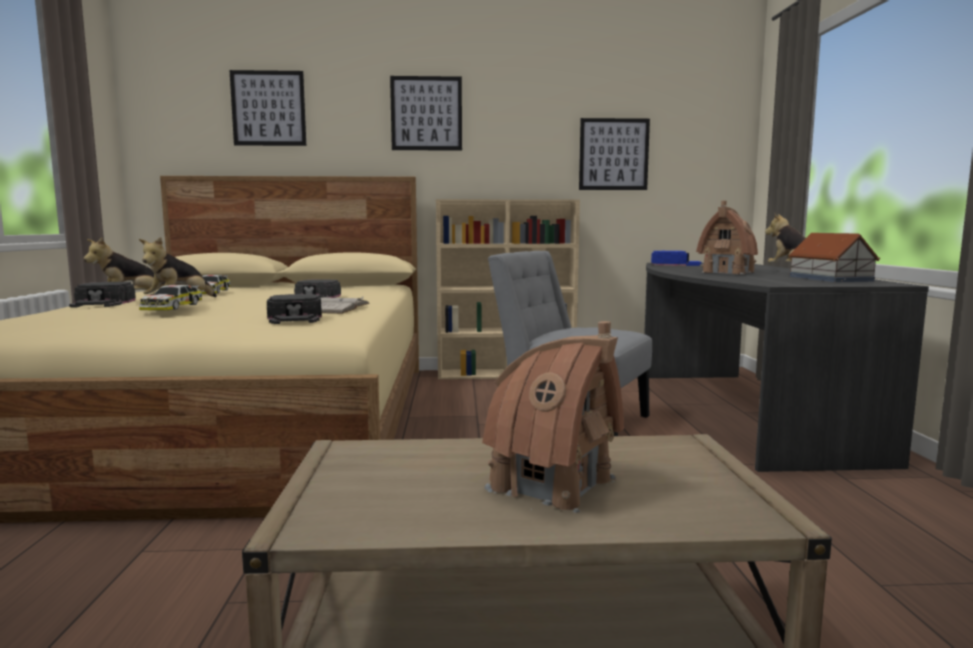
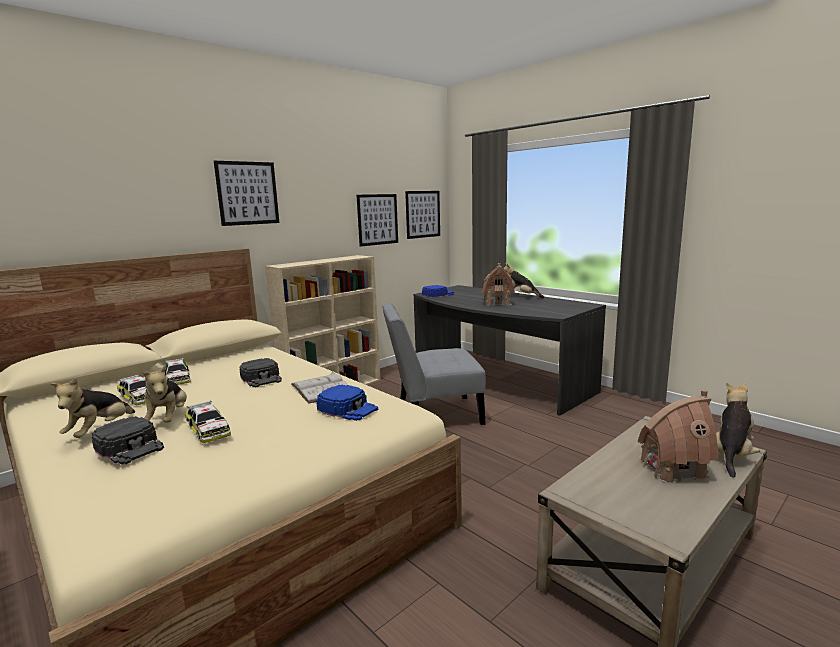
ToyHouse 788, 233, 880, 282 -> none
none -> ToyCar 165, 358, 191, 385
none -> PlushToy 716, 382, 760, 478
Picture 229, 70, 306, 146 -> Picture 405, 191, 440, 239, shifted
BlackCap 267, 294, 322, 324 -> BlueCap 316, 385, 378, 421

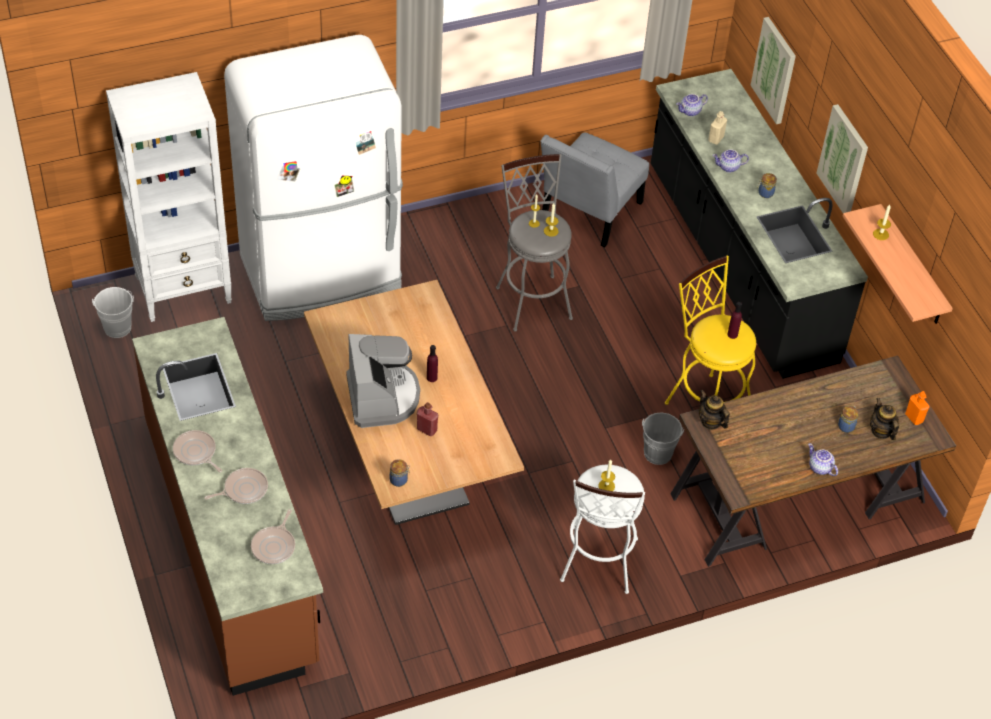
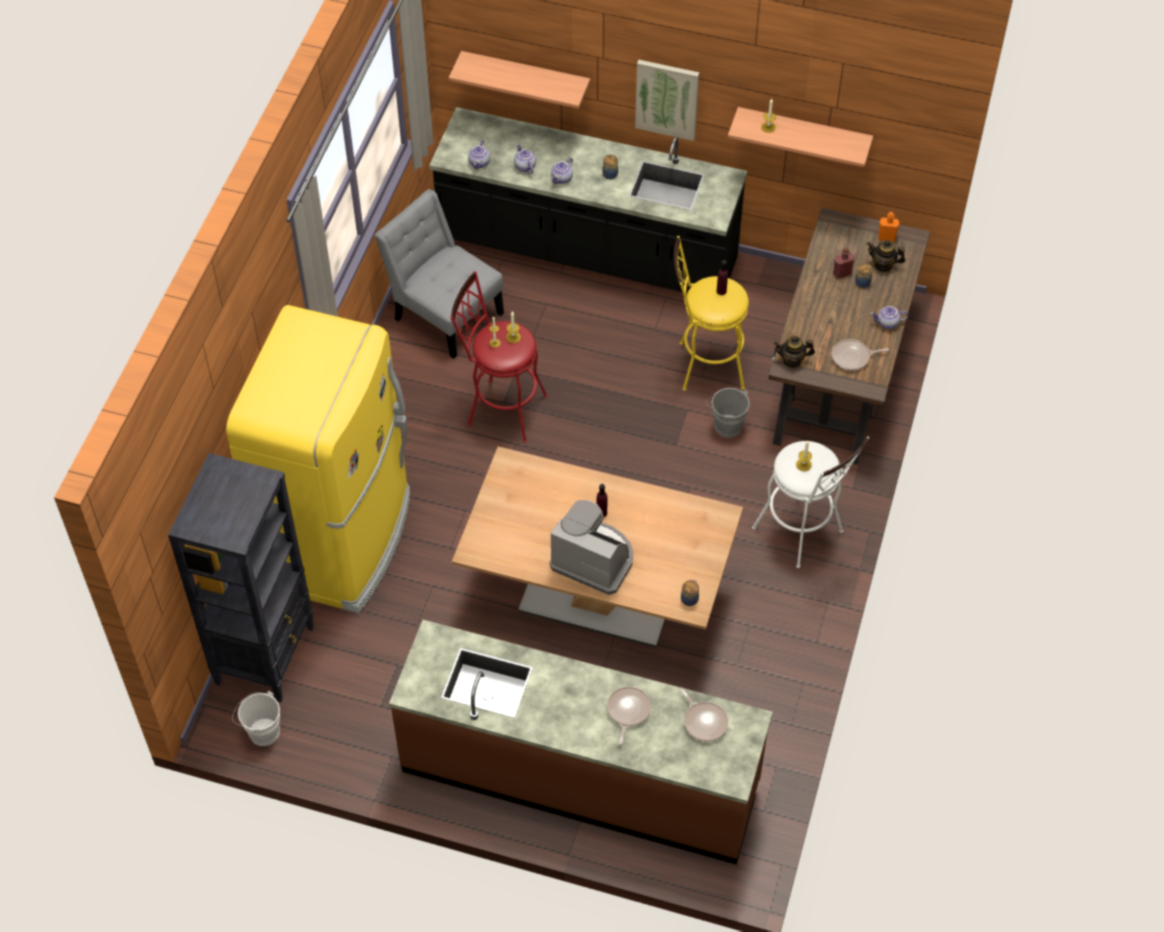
FryingPan 173, 430, 222, 472 -> FryingPan 832, 339, 889, 370, shifted
RedBottle 417, 402, 438, 436 -> RedBottle 833, 248, 855, 279, shifted
BeigeBottle 708, 111, 727, 145 -> Teapot 514, 143, 536, 174
Picture 750, 17, 796, 124 -> Shelf 449, 51, 590, 109
WhiteBookcase 106, 72, 232, 322 -> BlackBookcase 168, 453, 314, 702
WhiteFridge 224, 35, 403, 321 -> YellowFridge 226, 305, 410, 613
GreyStool 496, 154, 573, 332 -> RedStool 450, 271, 548, 443
GreyChair 540, 132, 649, 248 -> GreyChair 375, 189, 504, 359, 150 degrees clockwise

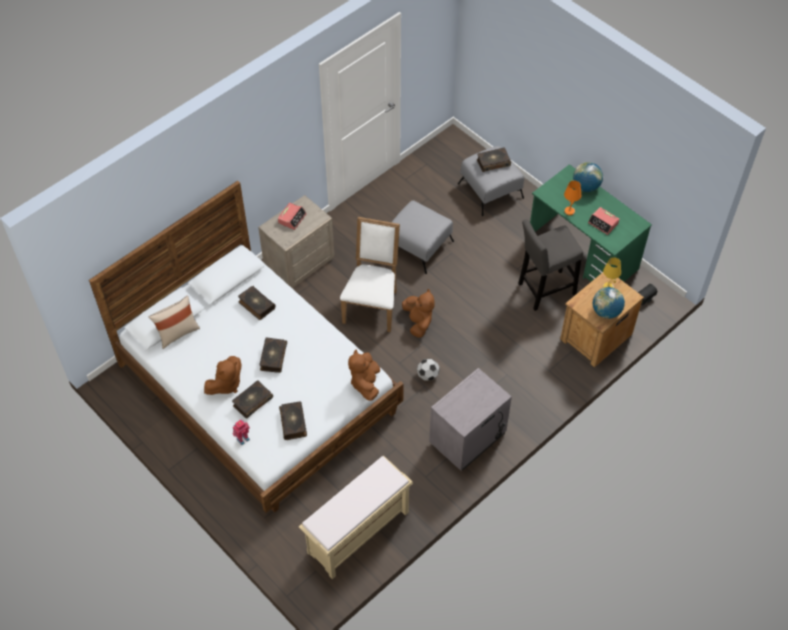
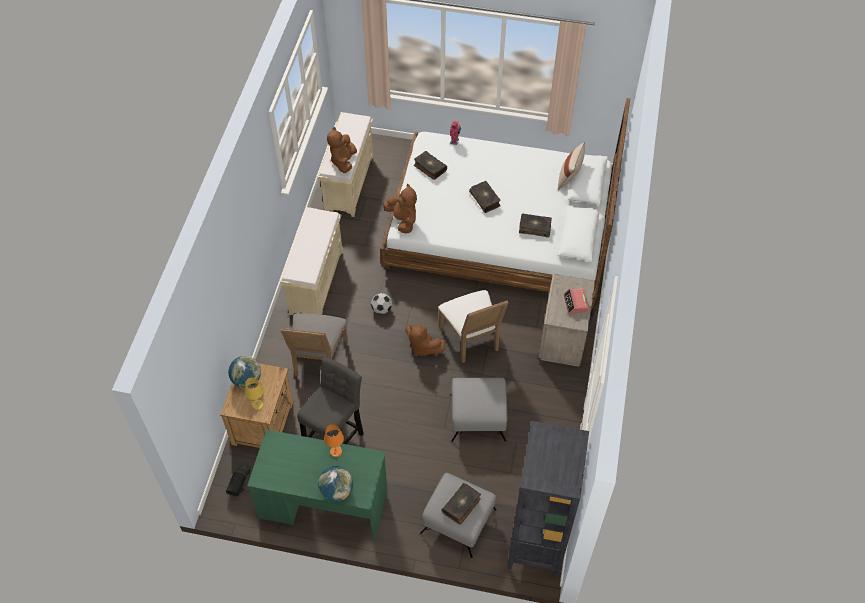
Book 232, 380, 273, 419 -> none
AlarmClock 588, 207, 619, 235 -> none
none -> GreyChair 280, 313, 348, 377
none -> BlackBookcase 508, 421, 589, 579
BrownPlushToy 204, 356, 242, 395 -> BrownPlushToy 327, 127, 357, 173, shifted
GreyNightstand 429, 368, 512, 471 -> BeigeBench 280, 207, 343, 315

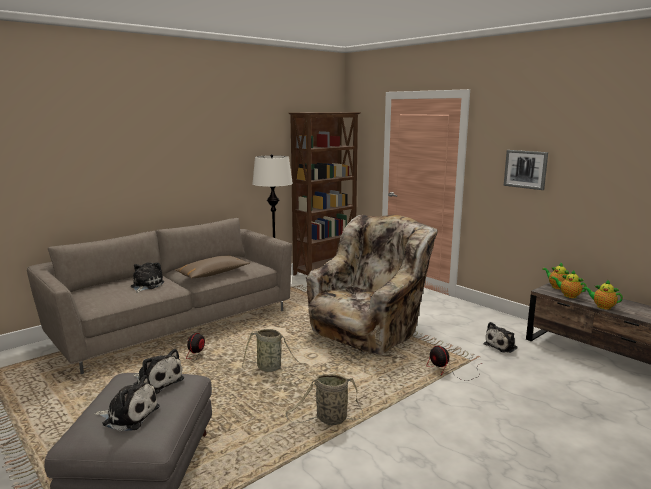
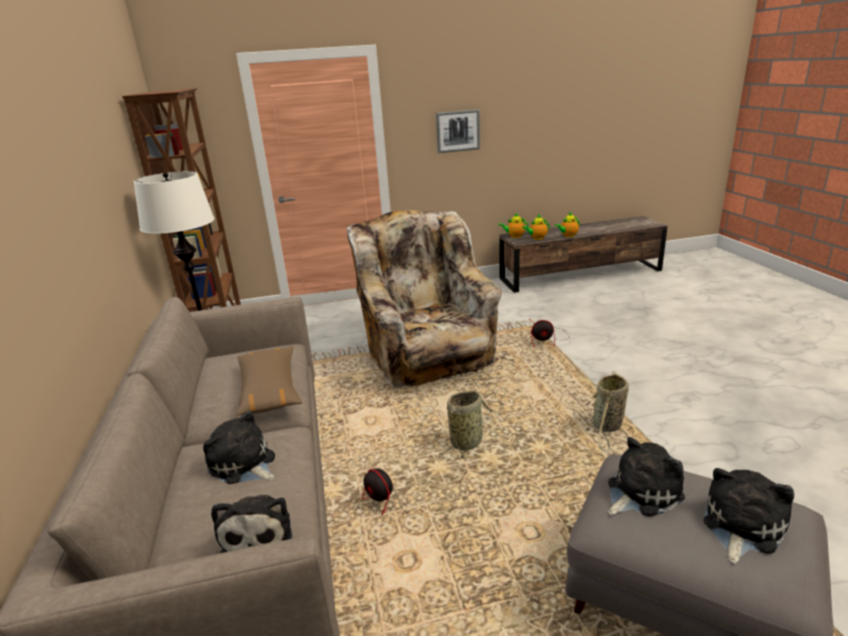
PlushToy 484, 322, 518, 353 -> PlushToy 211, 495, 292, 553, shifted

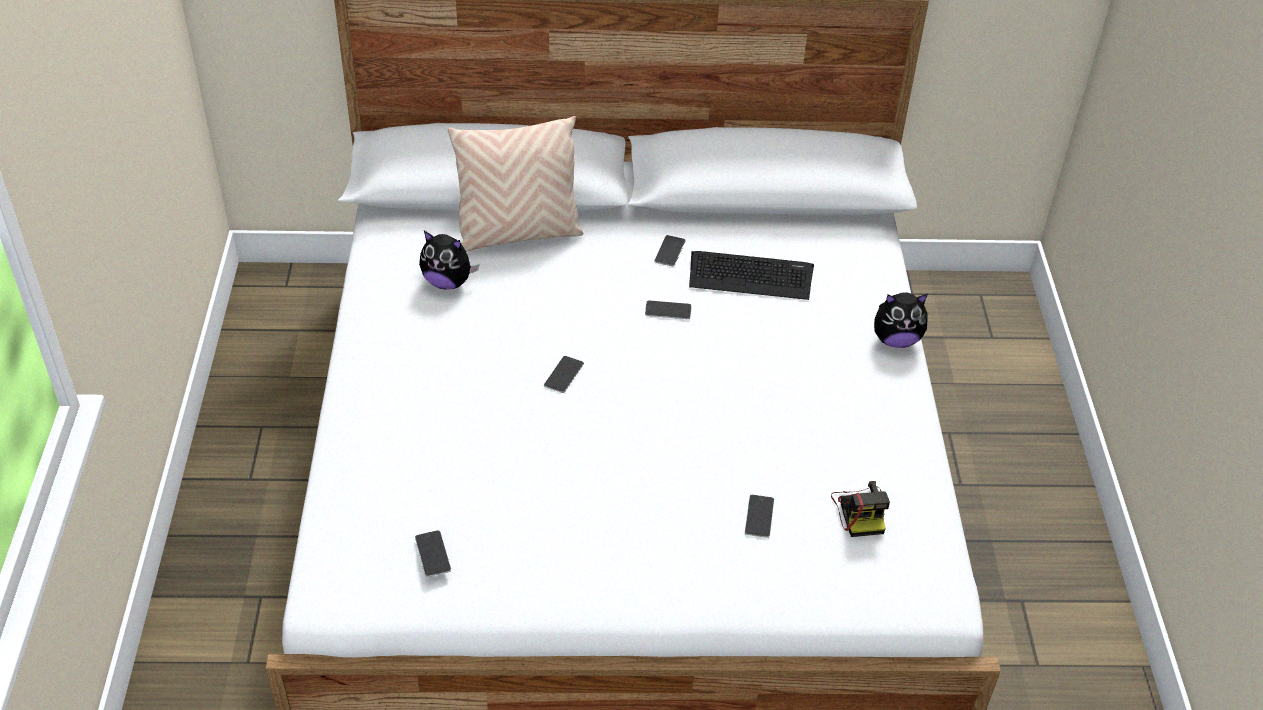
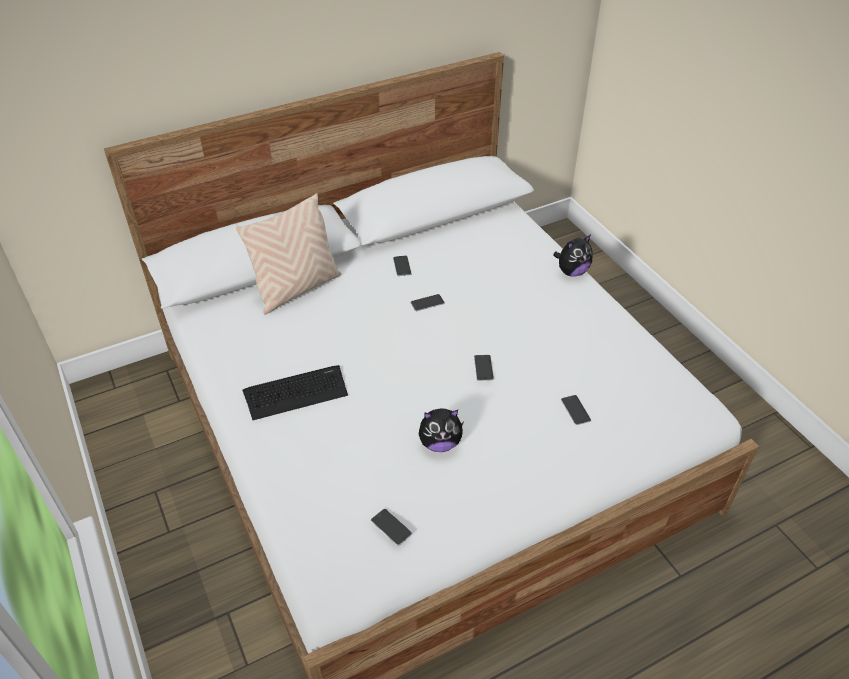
PhotoCamera 831, 481, 890, 537 -> none
PlushToy 419, 231, 479, 290 -> PlushToy 419, 408, 464, 452, shifted
Phone 544, 356, 584, 393 -> Phone 474, 355, 494, 381, shifted
Keyboard 689, 251, 814, 300 -> Keyboard 243, 365, 348, 420, shifted

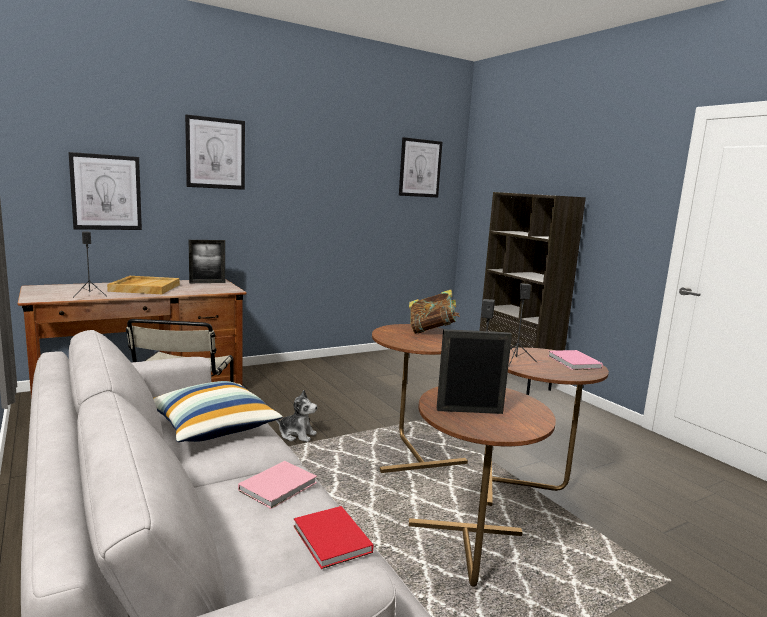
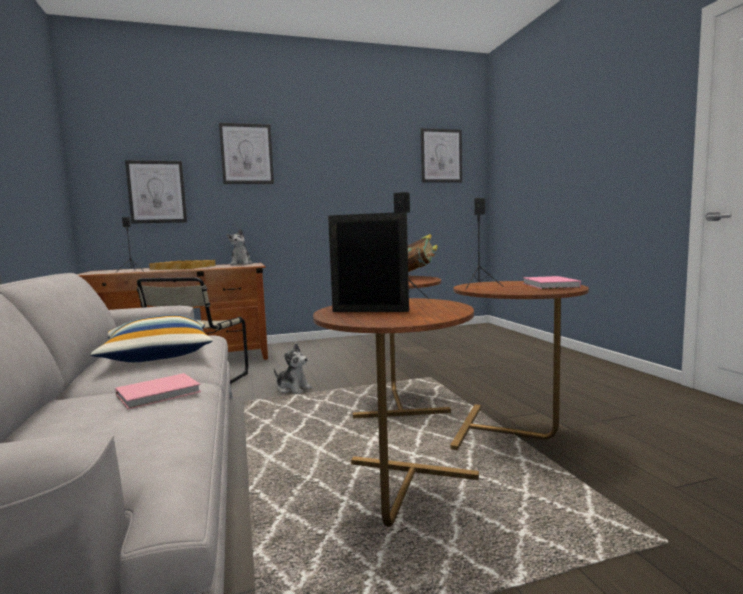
RedBook 294, 506, 373, 569 -> none
BrownBookcase 479, 192, 586, 395 -> none
PictureFrame 189, 240, 225, 283 -> PlushToy 227, 229, 252, 265

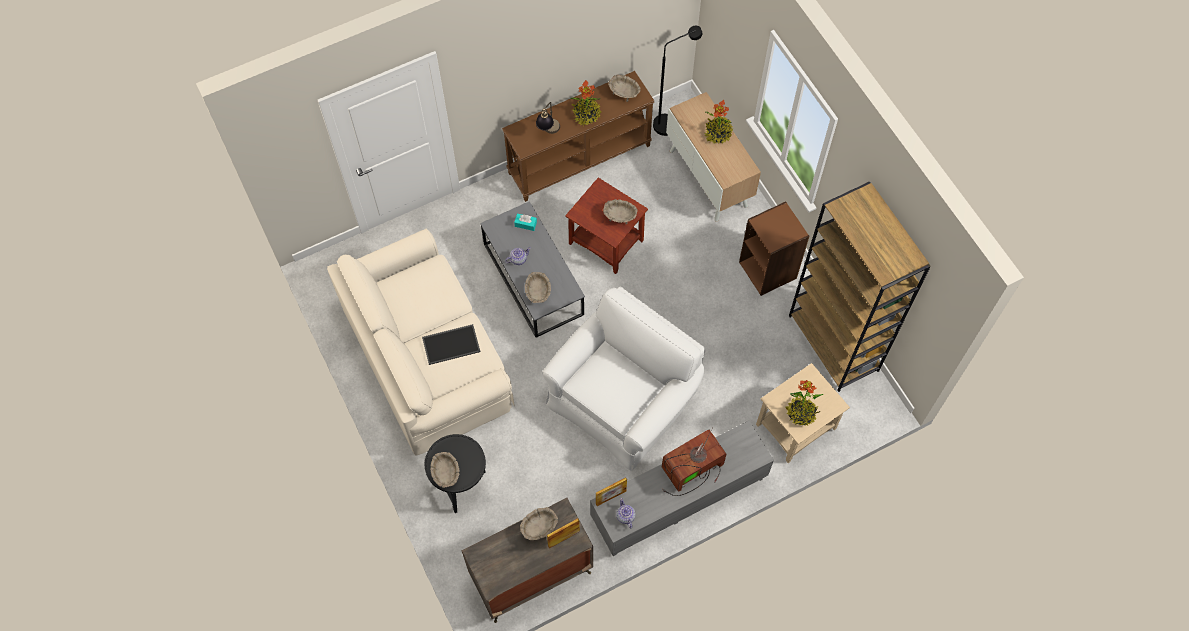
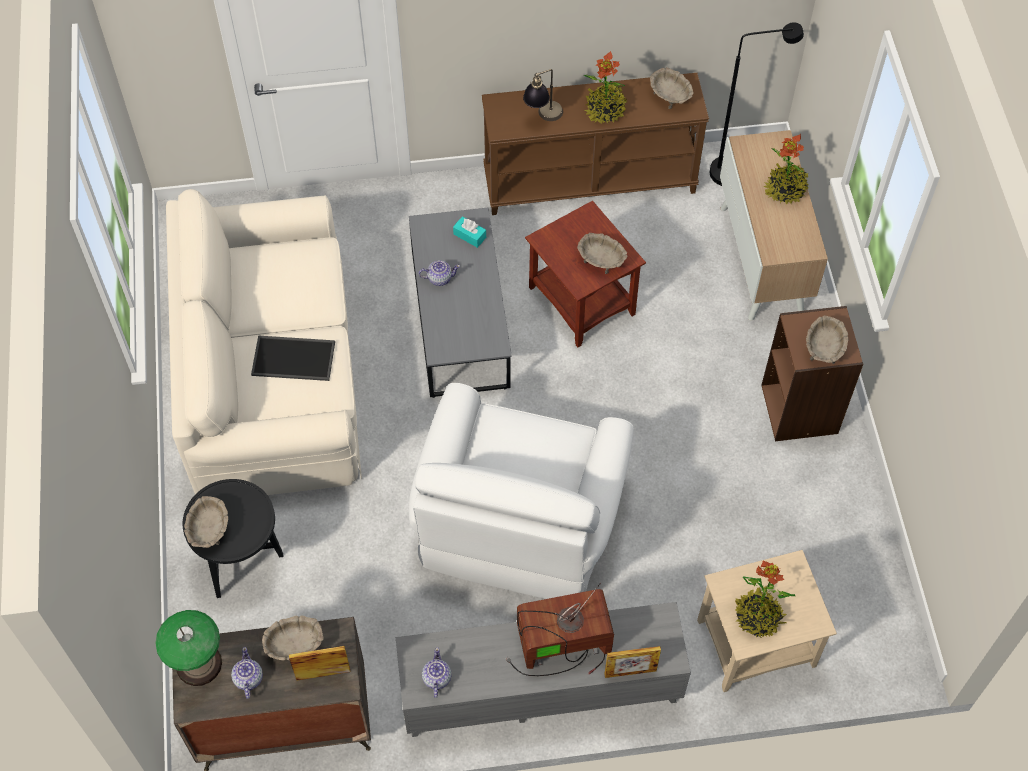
BrownBookcase 789, 181, 931, 392 -> none
none -> TableLamp 155, 610, 222, 686
none -> Teapot 231, 647, 263, 699
BeigeBowl 525, 272, 551, 303 -> BeigeBowl 806, 315, 848, 364, shifted
PictureFrame 596, 478, 627, 506 -> PictureFrame 604, 646, 661, 678, shifted
WhiteArmchair 542, 286, 706, 471 -> WhiteArmchair 409, 383, 634, 599, 135 degrees clockwise

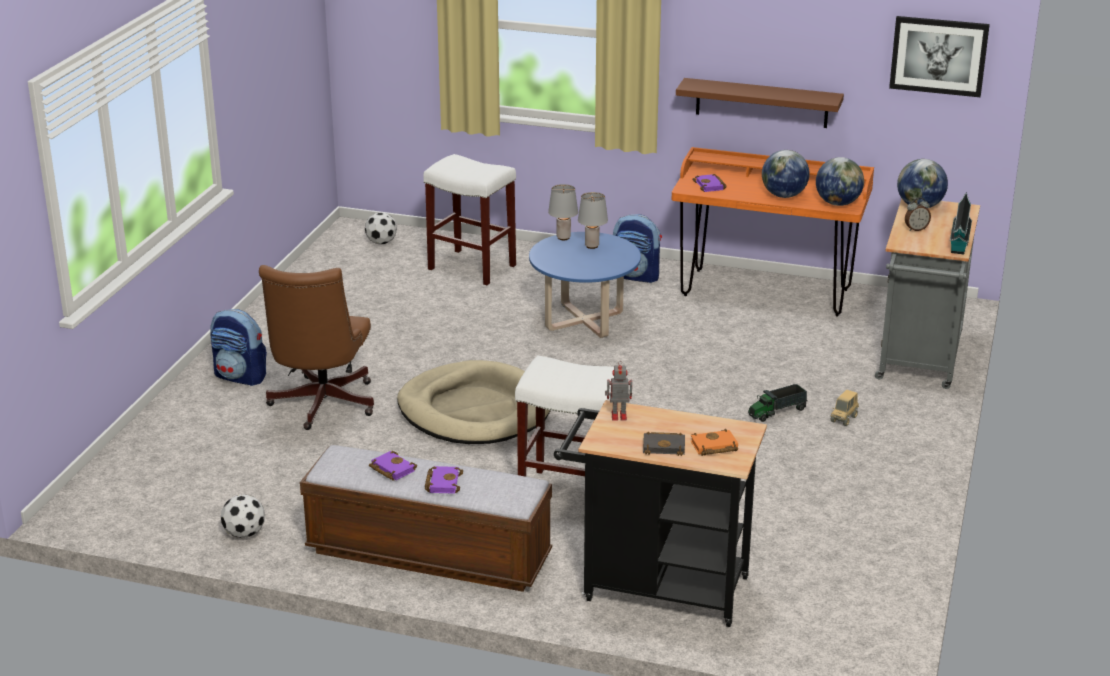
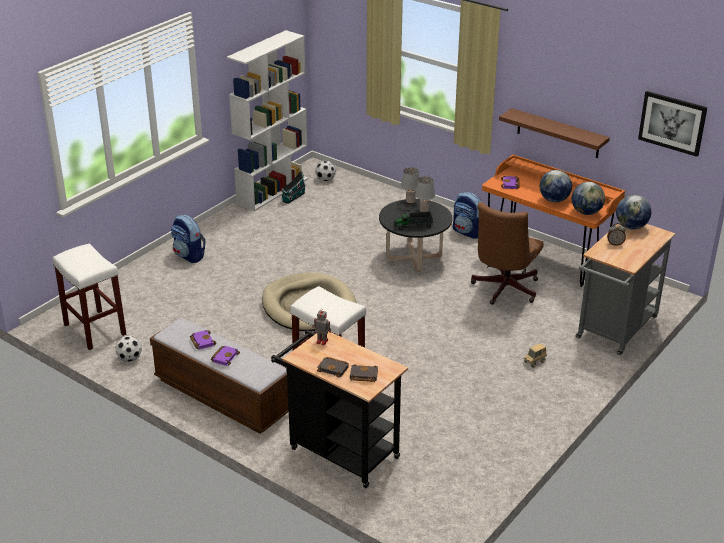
none -> WhiteBookcase 227, 30, 308, 211
BrownOfficeChair 259, 265, 374, 430 -> BrownOfficeChair 471, 202, 544, 305, shifted
WhiteStool 423, 154, 516, 285 -> WhiteStool 52, 244, 126, 350, shifted
ToyTruck 748, 384, 807, 422 -> ToyTruck 394, 211, 433, 230, shifted
ToyHouse 950, 192, 972, 254 -> ToyHouse 281, 170, 306, 204, shifted
BlueCoffeeTable 529, 232, 641, 338 -> BlackCoffeeTable 379, 199, 453, 272
OrangeBook 691, 429, 738, 456 -> BlackBook 350, 364, 378, 382

